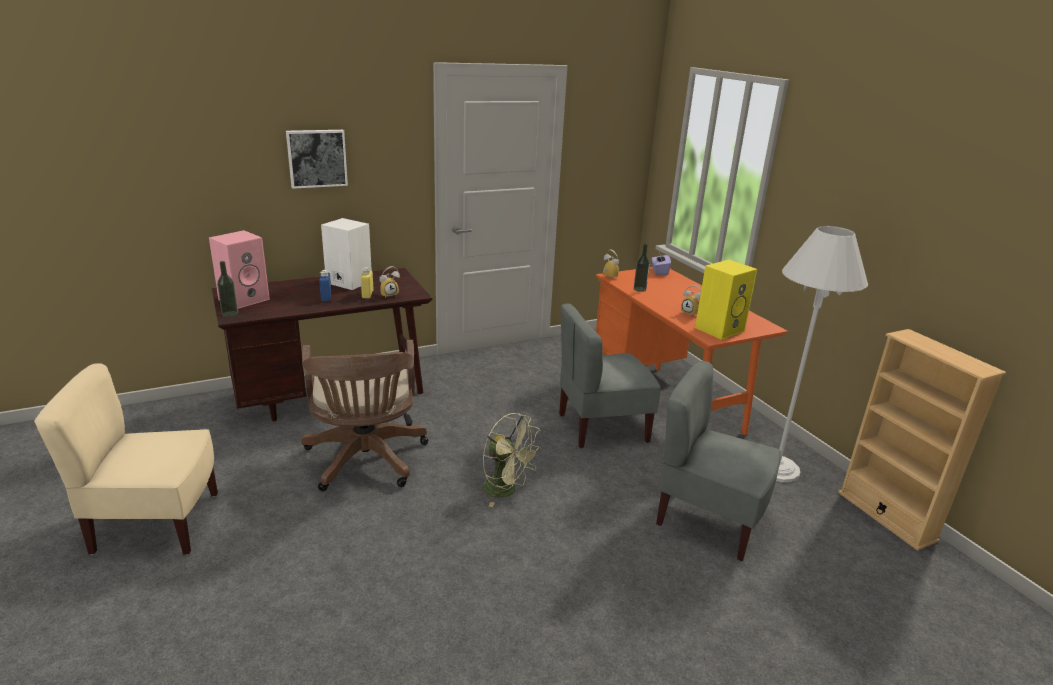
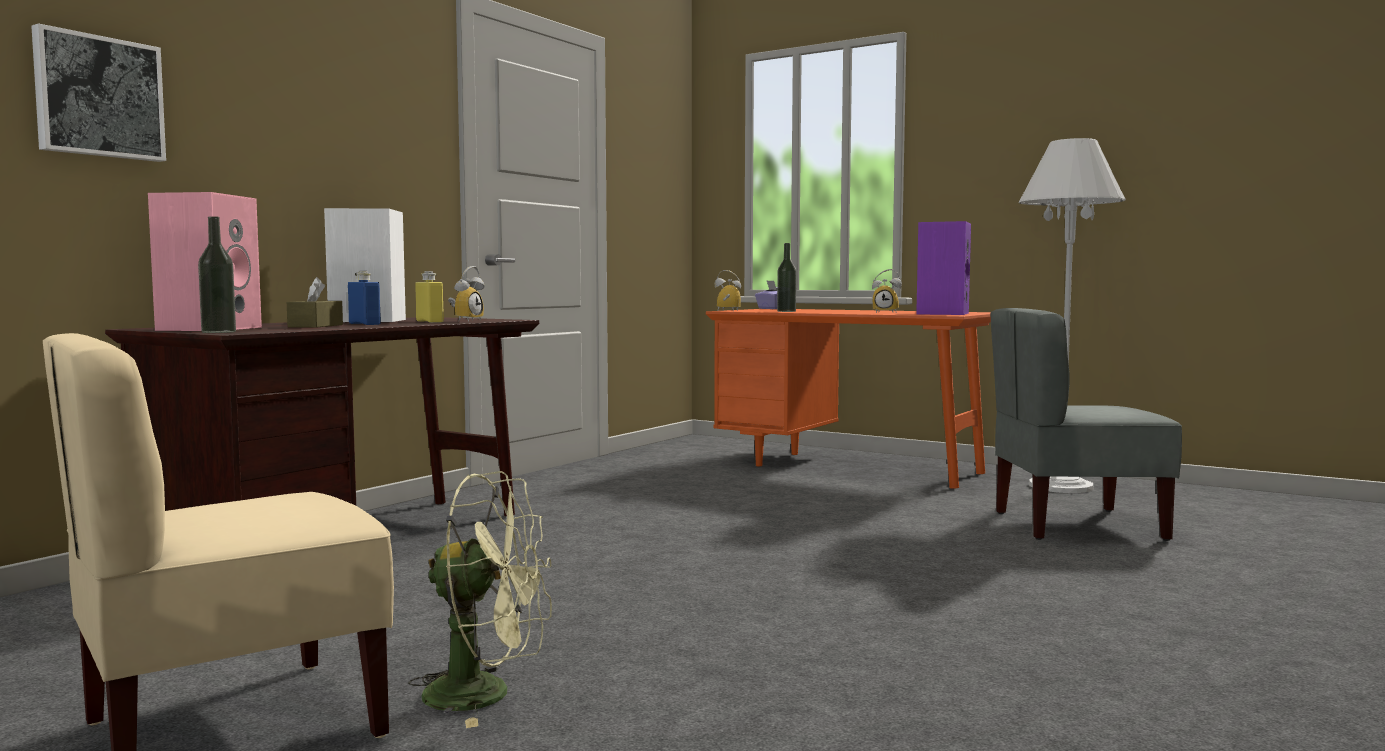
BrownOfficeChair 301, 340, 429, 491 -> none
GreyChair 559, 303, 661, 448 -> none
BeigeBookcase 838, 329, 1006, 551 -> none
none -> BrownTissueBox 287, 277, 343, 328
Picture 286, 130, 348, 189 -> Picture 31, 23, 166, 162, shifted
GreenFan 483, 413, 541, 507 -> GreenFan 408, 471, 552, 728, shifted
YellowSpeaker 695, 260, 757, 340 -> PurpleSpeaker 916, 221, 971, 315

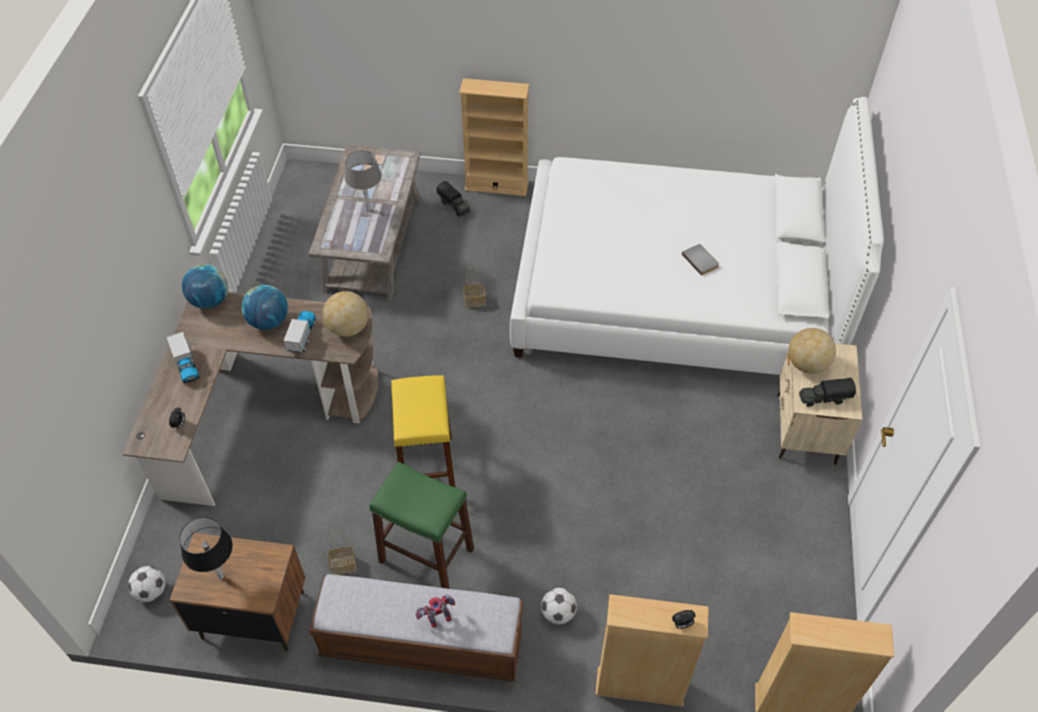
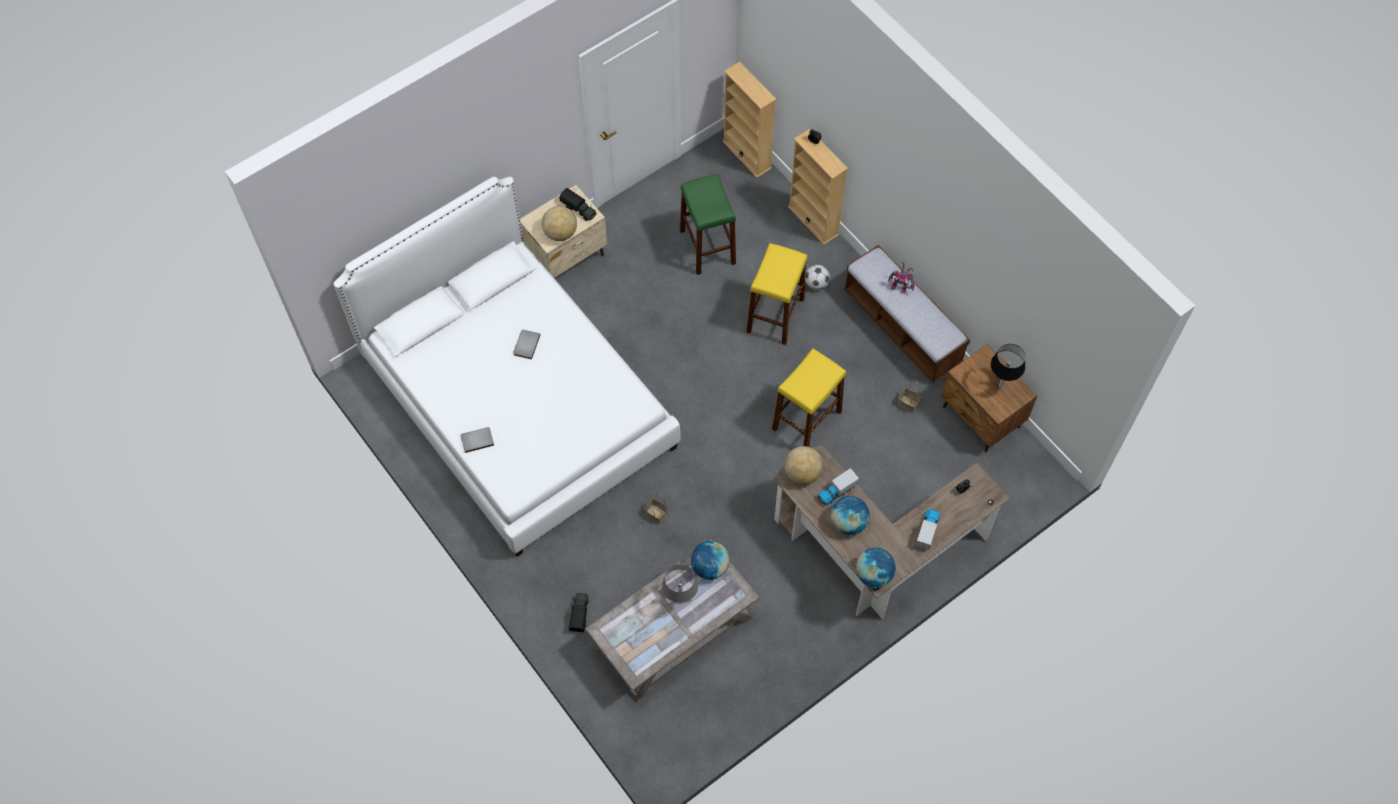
Football 128, 566, 165, 602 -> none
BeigeBookcase 459, 78, 529, 196 -> none
none -> GreyBook 461, 427, 494, 453
none -> Globe 691, 541, 730, 580
none -> YellowStool 746, 243, 807, 345
GreenStool 369, 462, 474, 589 -> GreenStool 680, 174, 736, 275, shifted

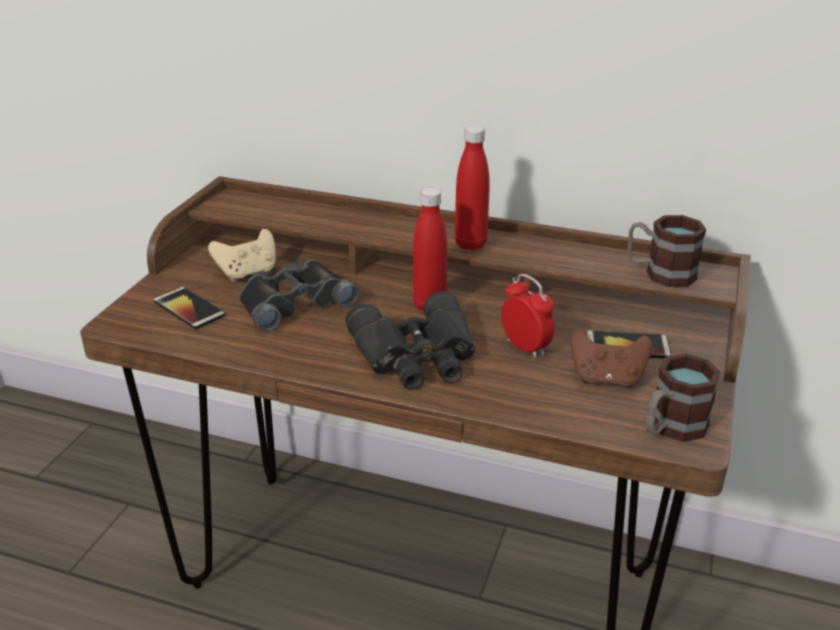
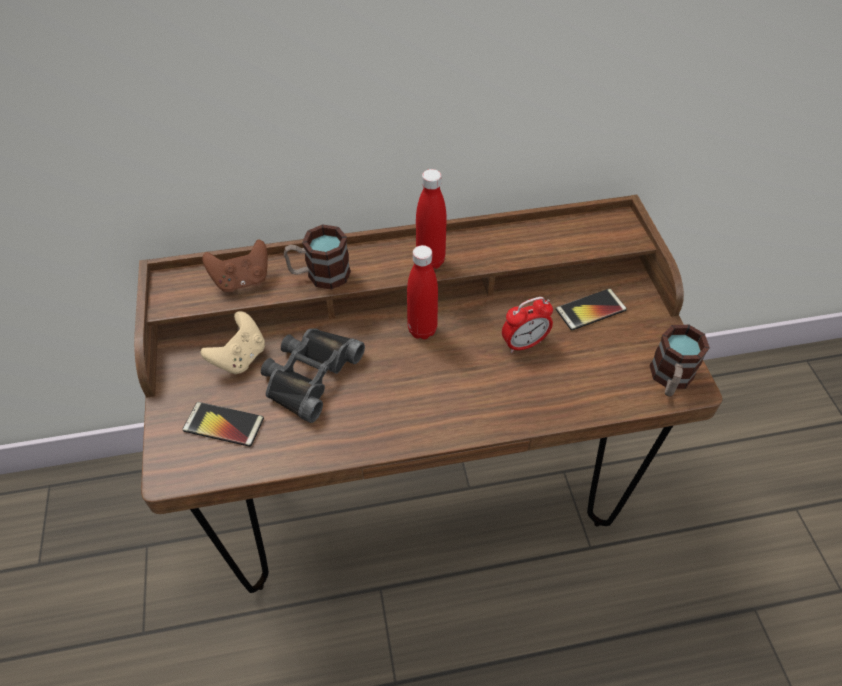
BlackBinoculars 346, 291, 476, 390 -> none
BrownGameController 570, 329, 652, 388 -> BrownGameController 202, 240, 268, 292, shifted
Mug 628, 215, 706, 287 -> Mug 284, 224, 351, 290, shifted
AlarmClock 501, 274, 555, 358 -> AlarmClock 502, 297, 553, 353, 135 degrees clockwise

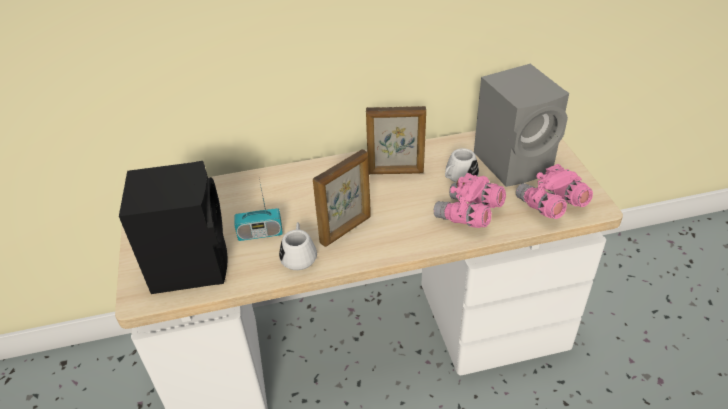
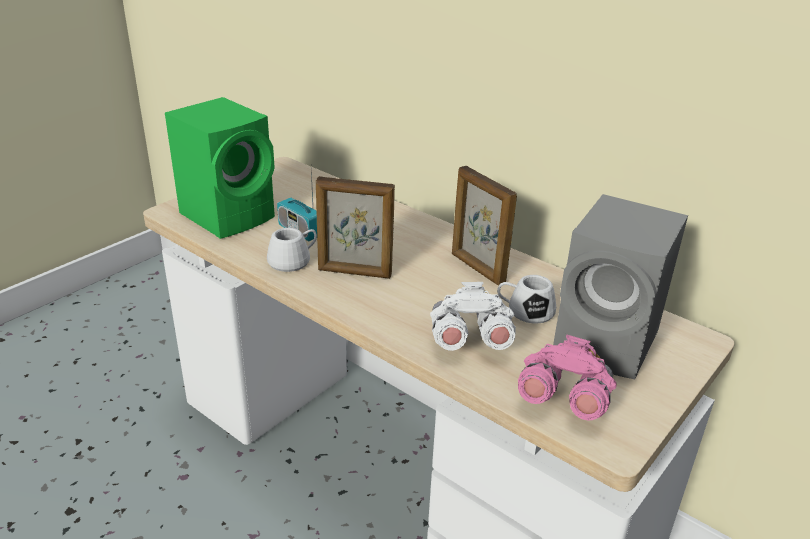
BlackSpeaker 119, 161, 228, 294 -> GreenSpeaker 165, 97, 275, 239
PinkBinoculars 434, 173, 506, 228 -> WhiteBinoculars 430, 282, 516, 351

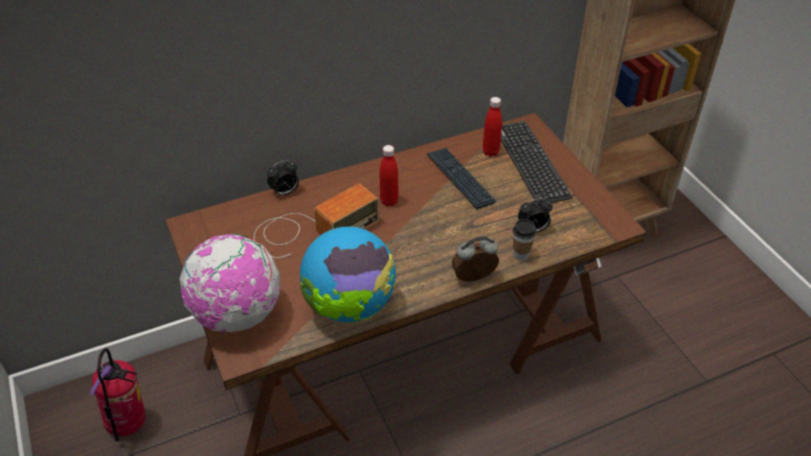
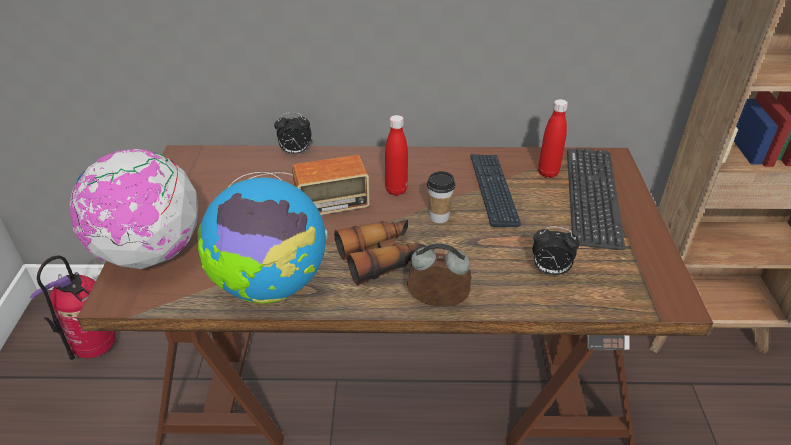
none -> Binoculars 334, 220, 426, 285
Cup 513, 219, 536, 261 -> Cup 427, 171, 455, 223, shifted

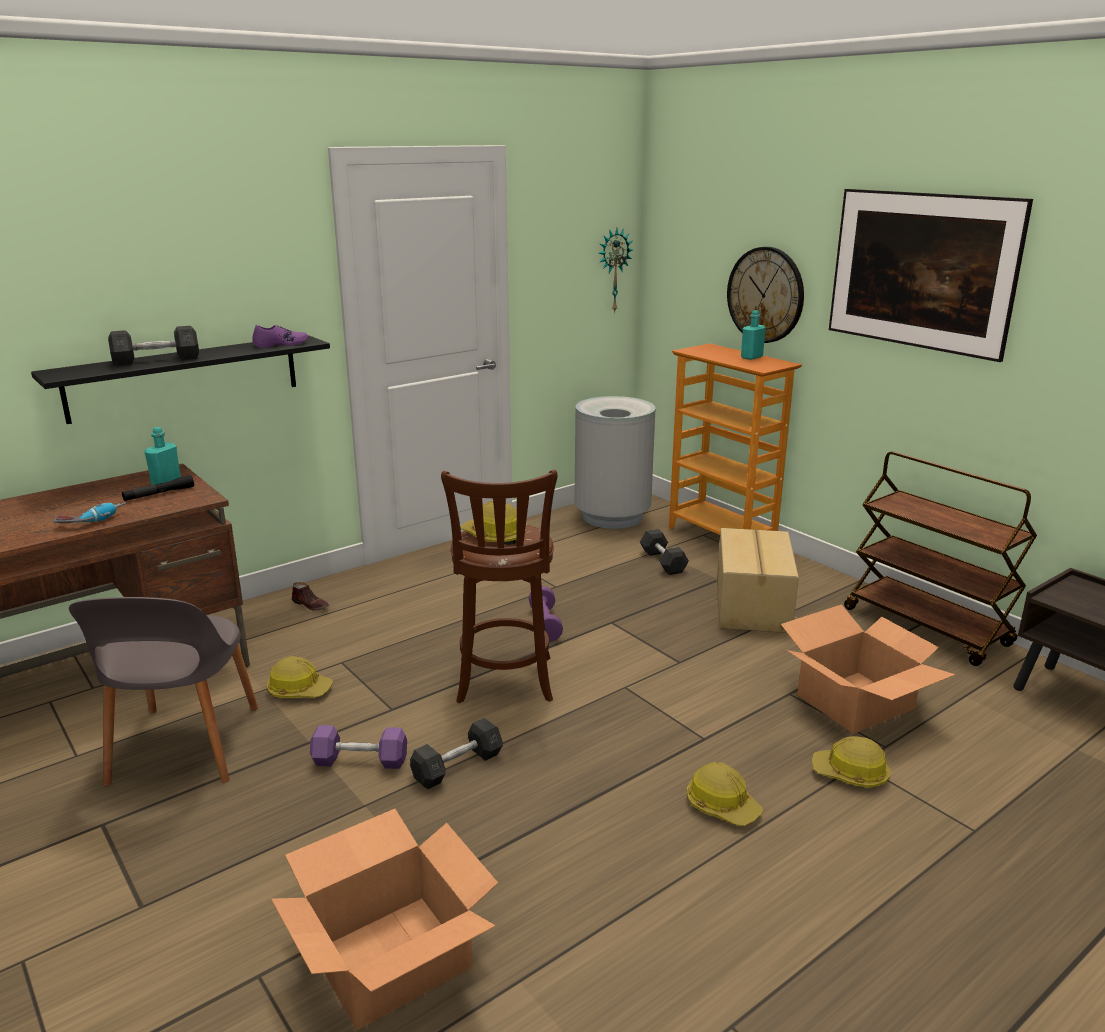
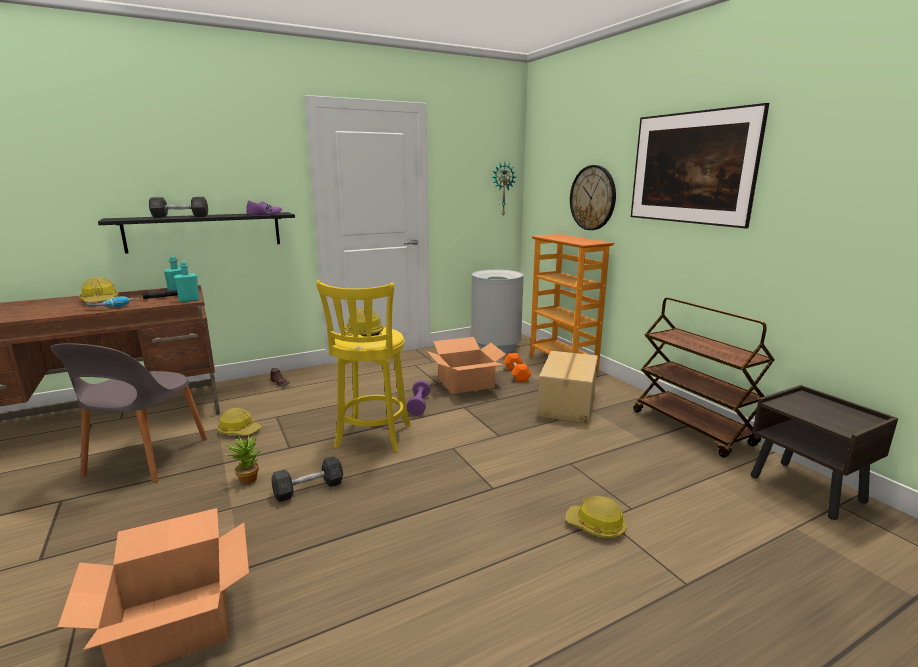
HardHat 687, 762, 763, 826 -> HardHat 80, 277, 118, 302, shifted
TurquoiseBottle 741, 310, 766, 360 -> TurquoiseBottle 174, 261, 200, 302, shifted
CardboardBox 781, 604, 955, 734 -> CardboardBox 427, 337, 507, 394, shifted
PurpleDumbbell 310, 725, 407, 769 -> PottedPlant 225, 433, 262, 484
BrownStool 441, 470, 558, 703 -> YellowStool 316, 280, 411, 453
GreyDumbbell 640, 529, 689, 575 -> OrangeDumbbell 504, 353, 531, 382

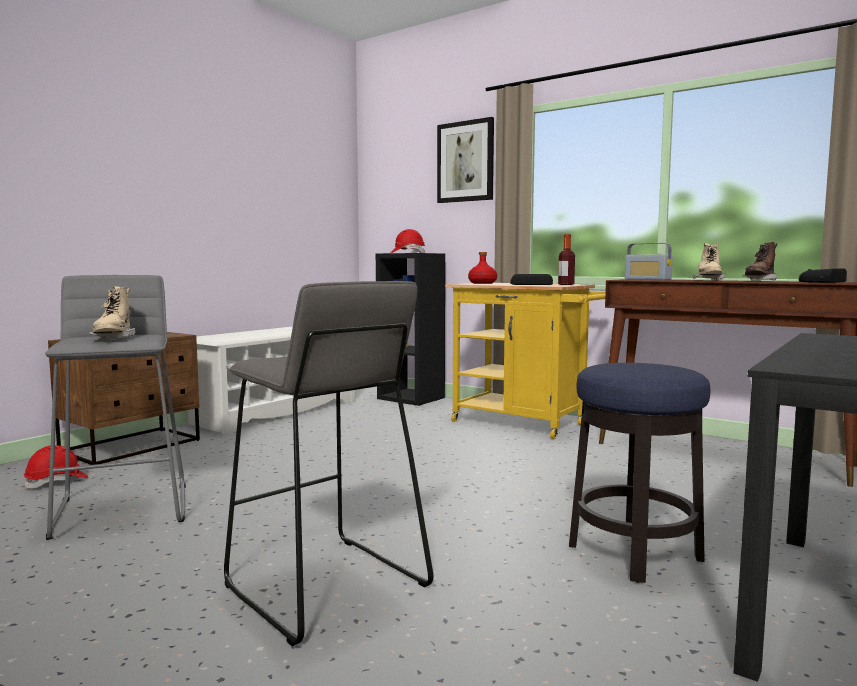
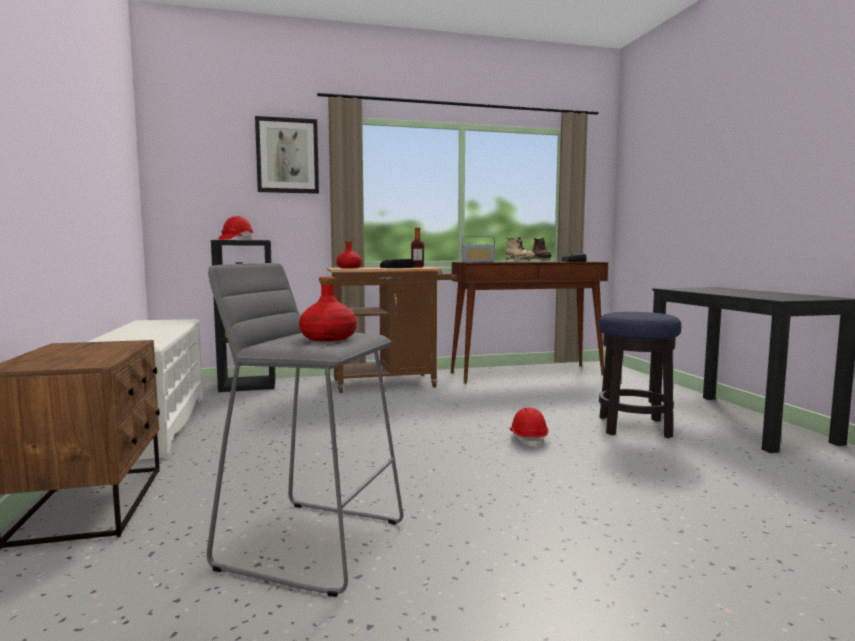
GreyStool 224, 281, 433, 646 -> none
RedHardHat 24, 445, 88, 489 -> RedHardHat 510, 408, 549, 448, shifted
BeigeBoot 89, 287, 135, 338 -> RedBottle 299, 277, 357, 341
YellowCart 445, 283, 605, 439 -> BrownCart 327, 267, 457, 393

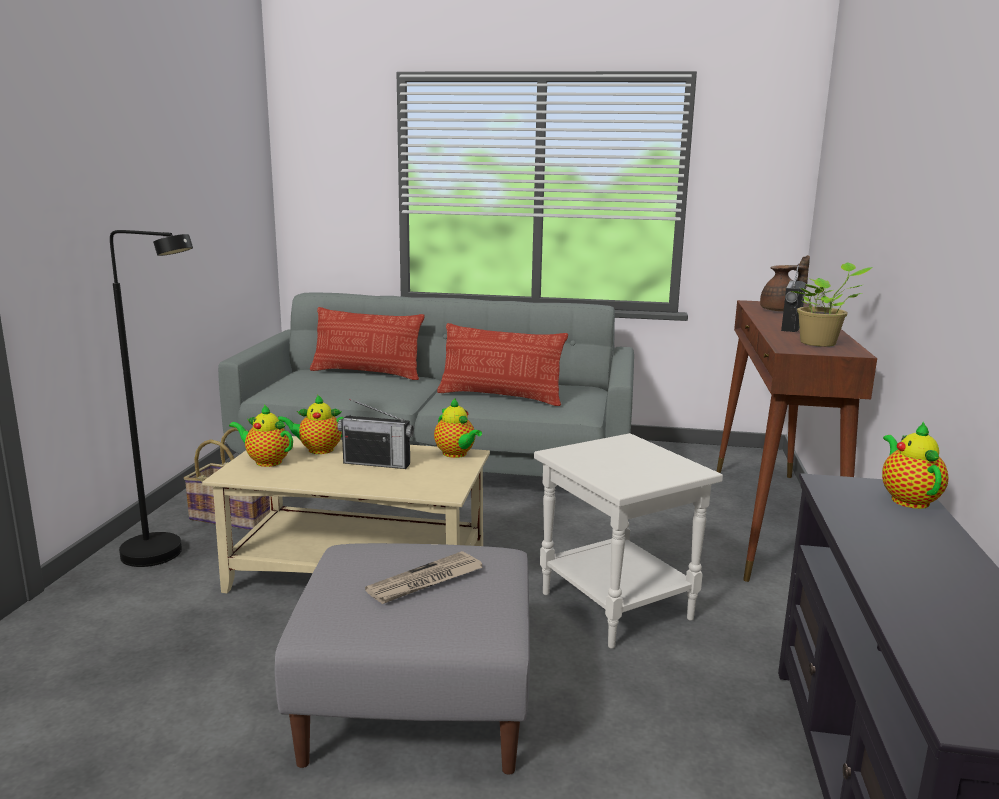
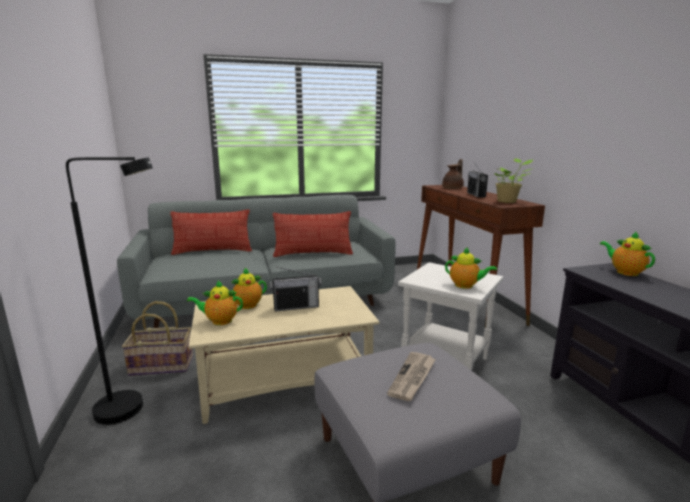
Teapot 434, 398, 482, 458 -> Teapot 445, 247, 497, 289, shifted

